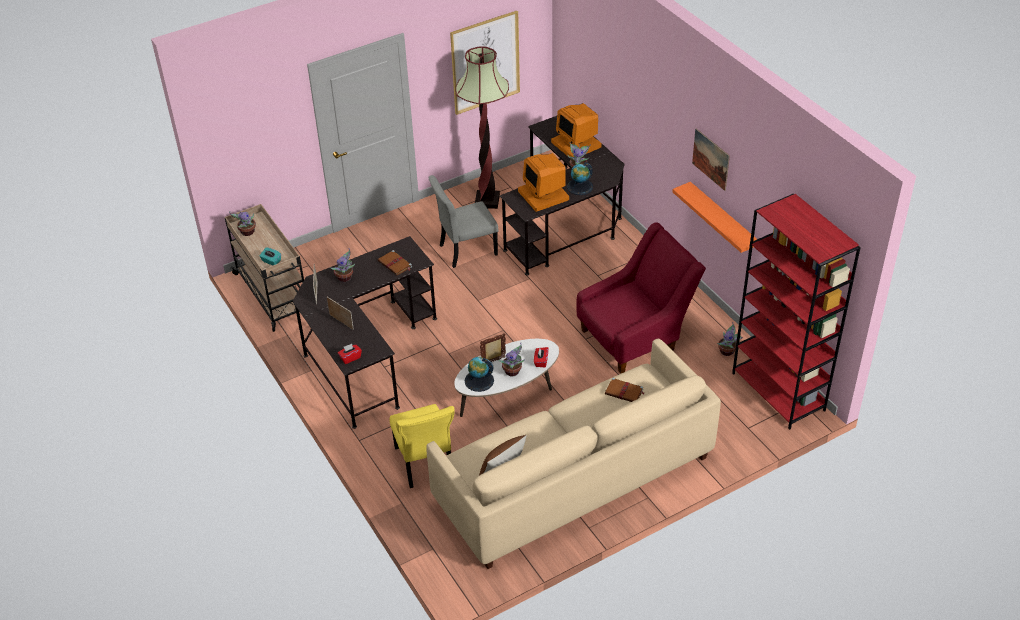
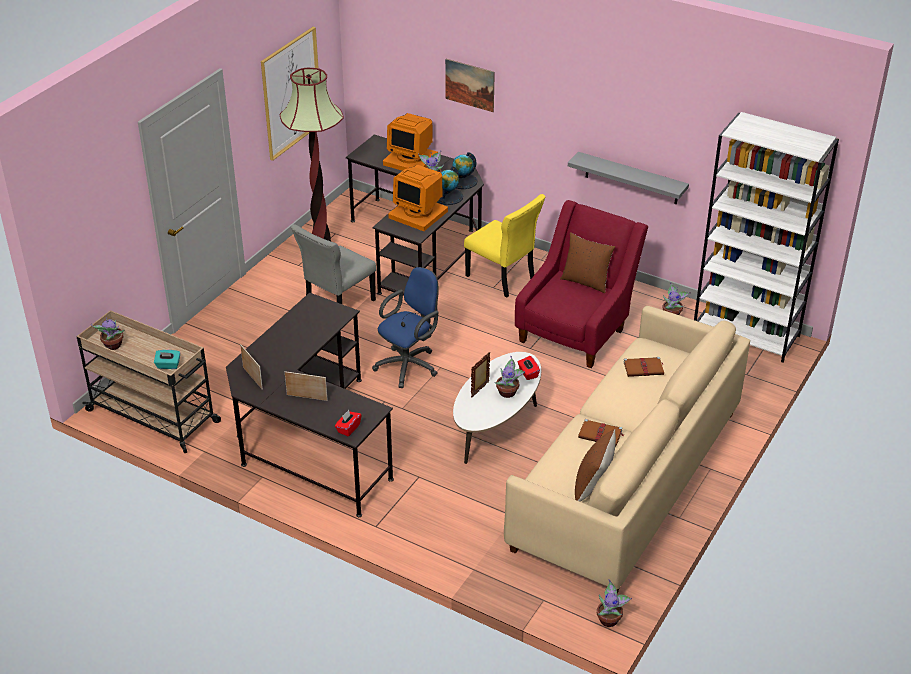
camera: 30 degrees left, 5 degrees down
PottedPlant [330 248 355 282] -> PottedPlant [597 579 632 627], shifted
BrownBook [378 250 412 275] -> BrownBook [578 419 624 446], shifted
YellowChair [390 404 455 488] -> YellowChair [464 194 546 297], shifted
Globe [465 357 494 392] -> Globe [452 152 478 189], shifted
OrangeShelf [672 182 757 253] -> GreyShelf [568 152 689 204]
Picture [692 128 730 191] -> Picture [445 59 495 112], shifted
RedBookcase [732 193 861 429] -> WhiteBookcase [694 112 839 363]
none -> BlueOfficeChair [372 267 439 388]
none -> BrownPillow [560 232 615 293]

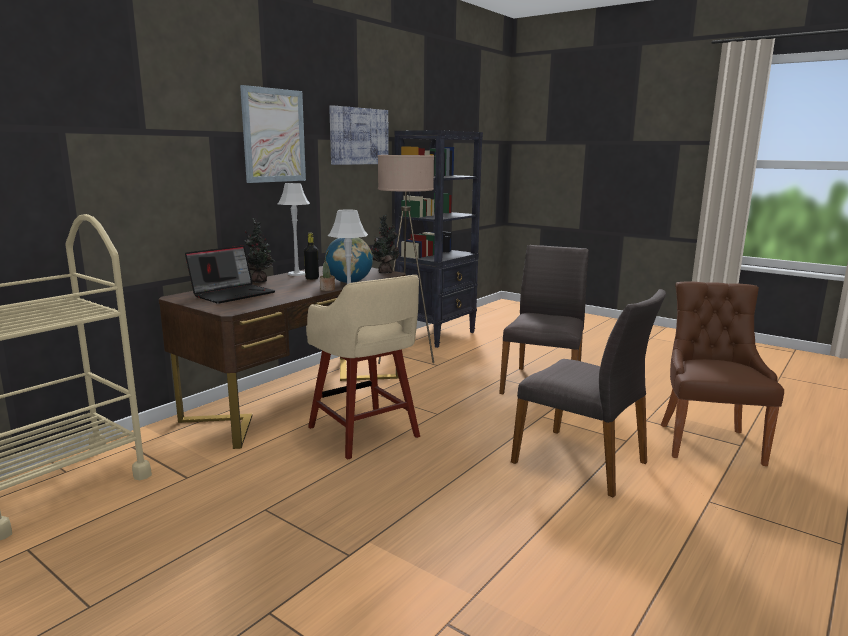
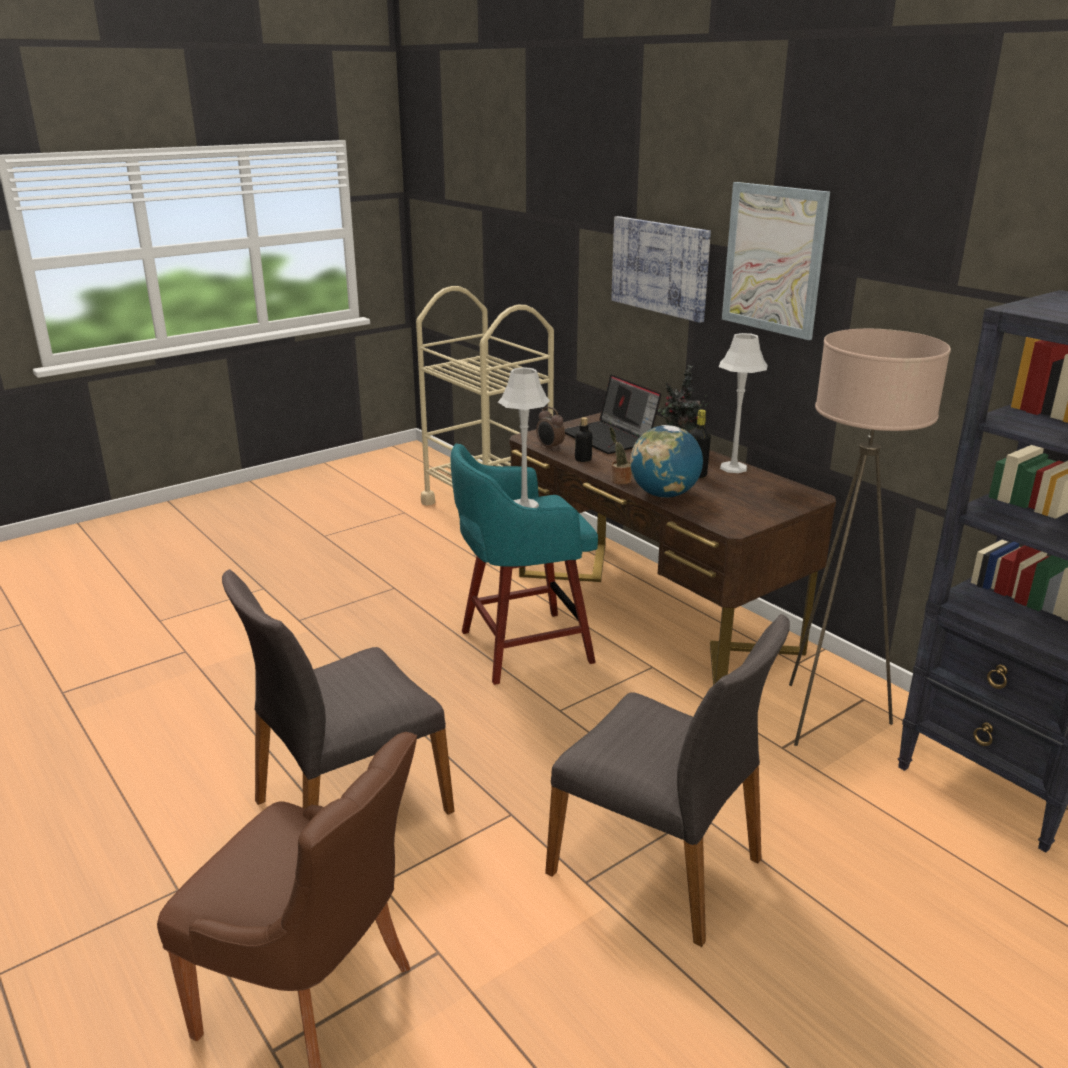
camera: 105 degrees right, 10 degrees up
BeigeStool [306 275 420 460] -> TurquoiseStool [451 443 598 685]
Picture [329 105 389 165] -> Picture [611 216 711 323], shifted
PottedPlant [369 215 400 273] -> none
none -> AlarmClock [536 407 565 451]
none -> Bottle [575 417 593 462]

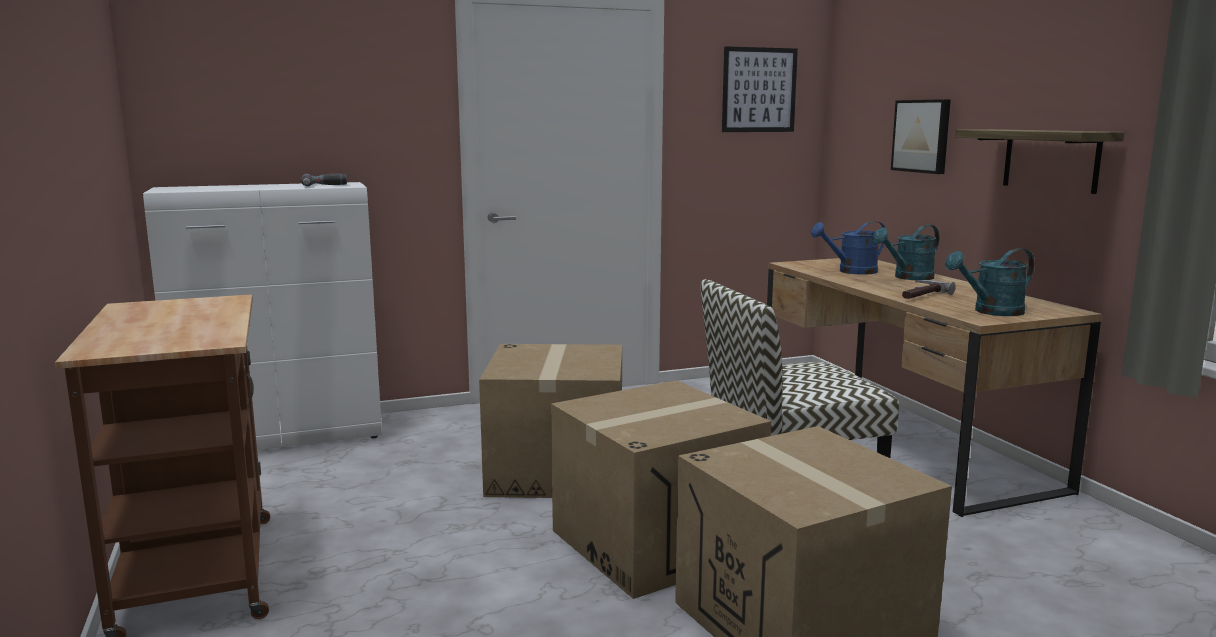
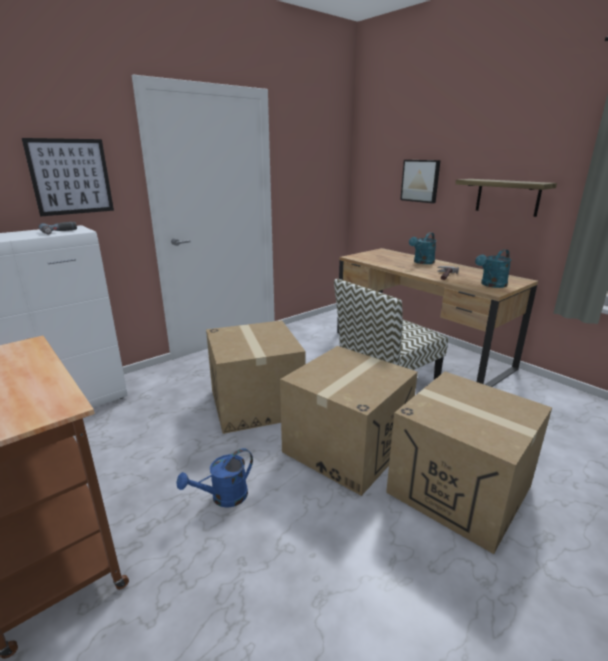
camera: 20 degrees left, 10 degrees up
Picture [722 46 798 132] -> Picture [22 138 114 216], shifted
BlueWateringCan [811 221 885 275] -> BlueWateringCan [176 448 253 508], shifted

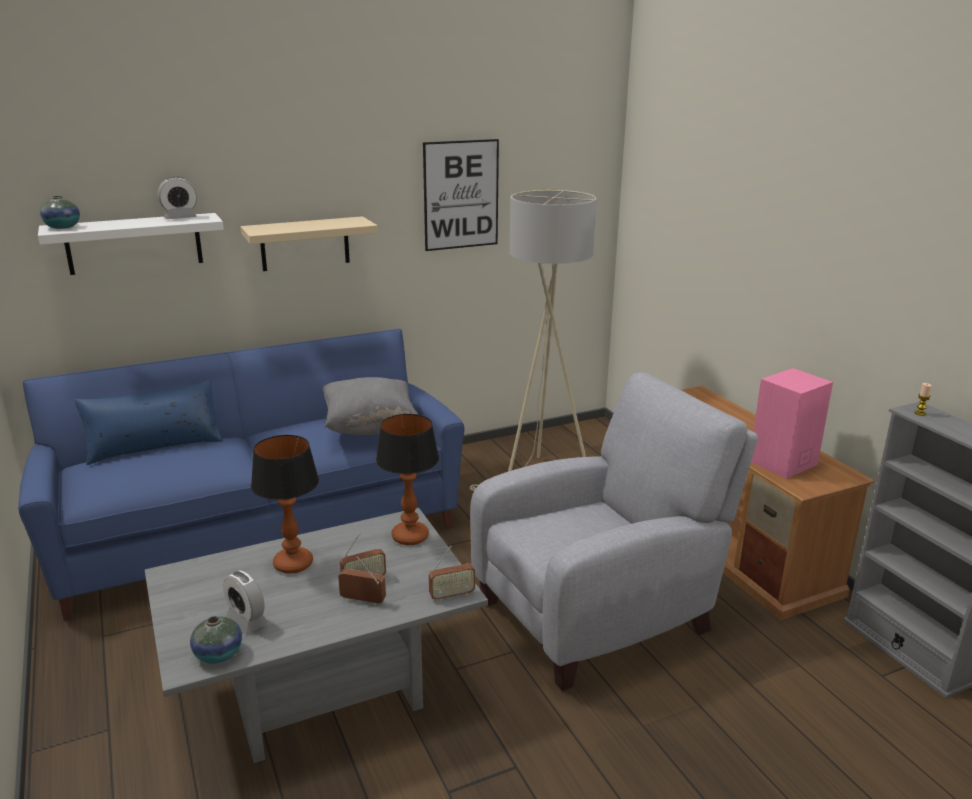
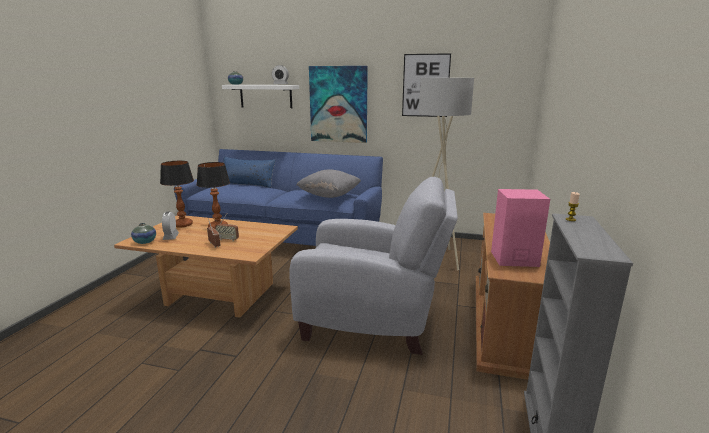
camera: 40 degrees right, 5 degrees down
GreyCoffeeTable [145 508 488 763] -> BrownCoffeeTable [114 216 298 318]
BeigeShelf [240 216 378 271] -> Picture [309 66 368 143]
TableLamp [376 414 439 545] -> TableLamp [160 161 194 228], shifted
Radio [429 546 475 601] -> none

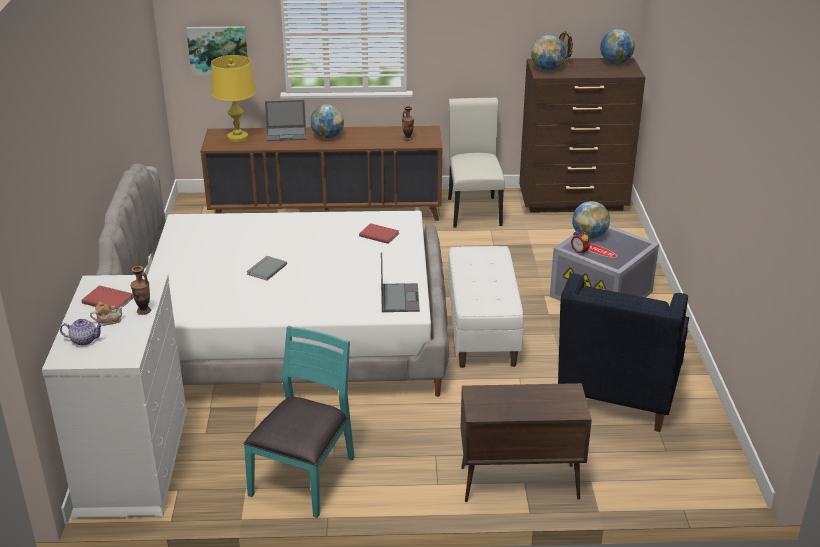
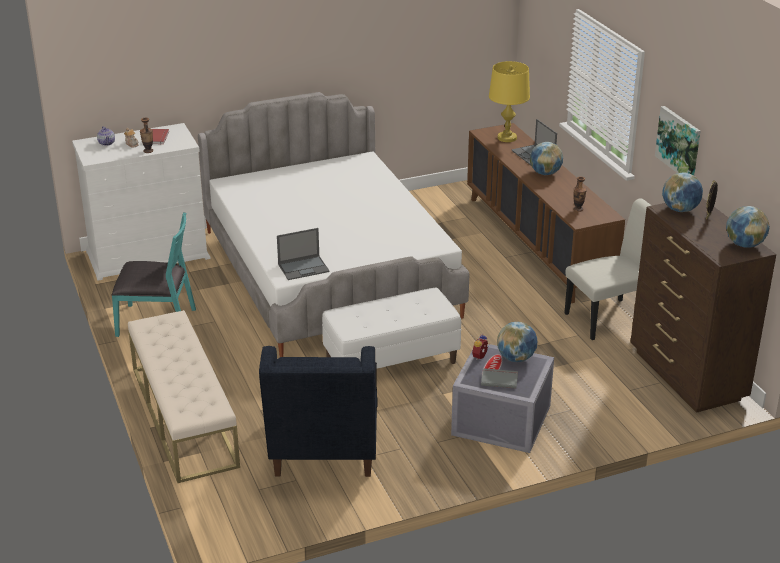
camera: 70 degrees right, 0 degrees up
Picture [186 26 248 76] -> Picture [655 106 700 175], shifted
GreyBook [246 256 287 281] -> GreyBook [481 368 518 388], shifted
RedBook [359 223 399 244] -> none
BrownCabinet [460 383 592 502] -> BeigeBench [128 310 240 483]
BlueArmchair [558 274 689 432] -> BlueArmchair [259 346 378 477], 90 degrees counterclockwise

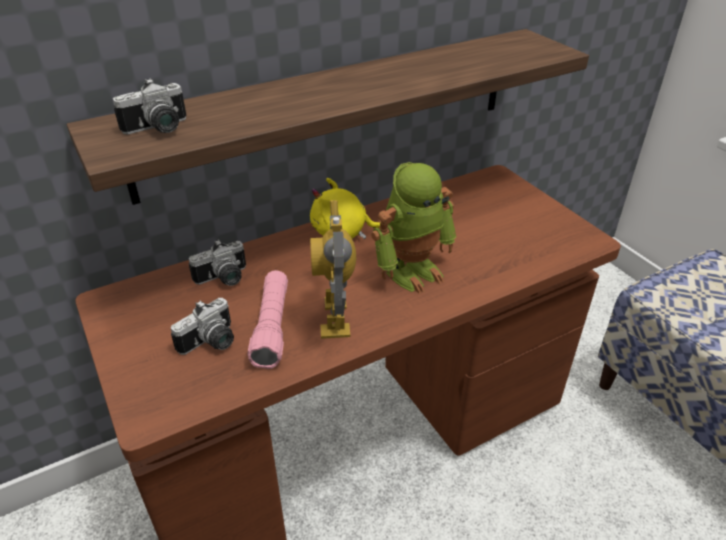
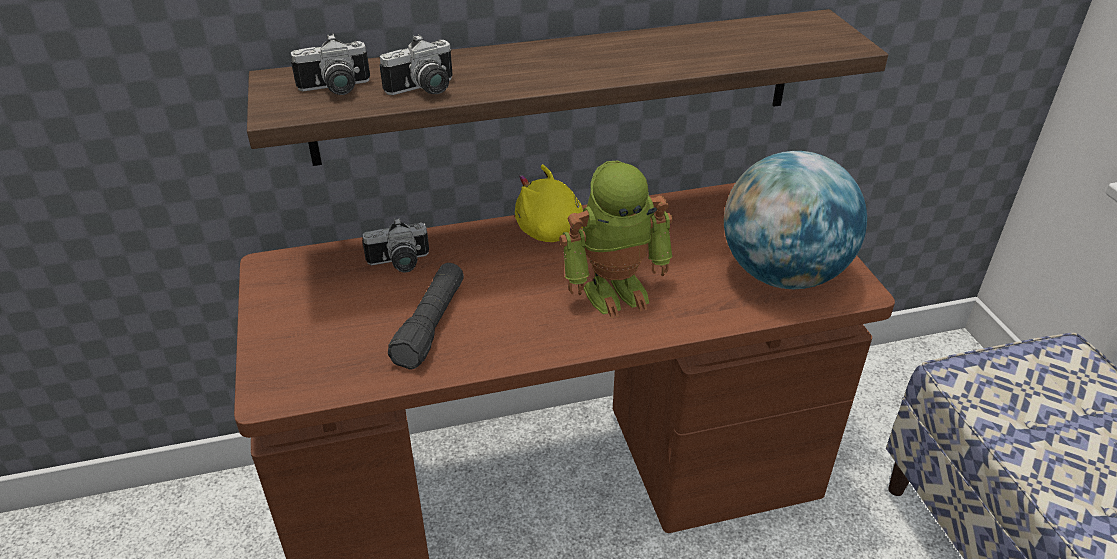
camera: 15 degrees right, 0 degrees up
PhotoCamera [171 298 234 355] -> PhotoCamera [380 34 453 95], shifted
PinkFlashlight [247 270 288 369] -> BlackFlashlight [388 263 464 370]
ToyRobot [310 200 356 339] -> none
none -> Globe [724 151 867 289]

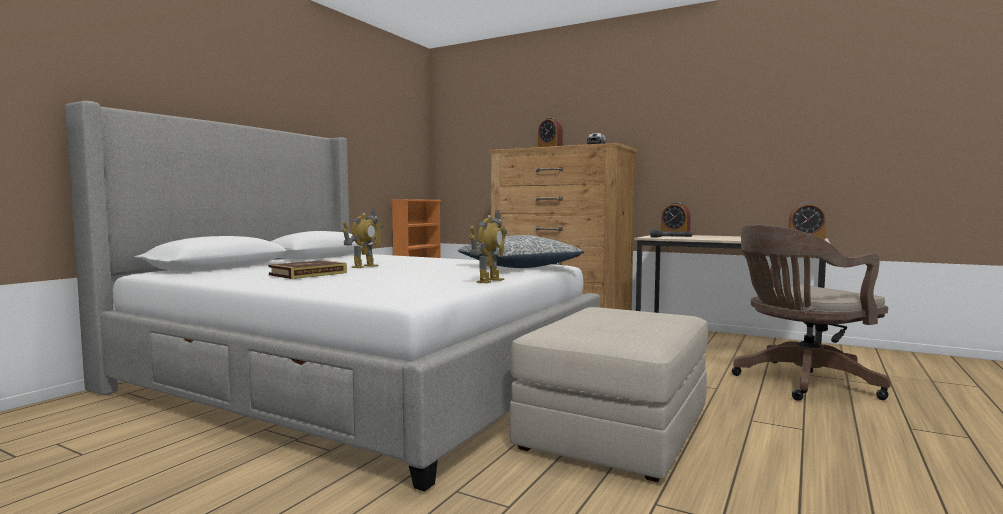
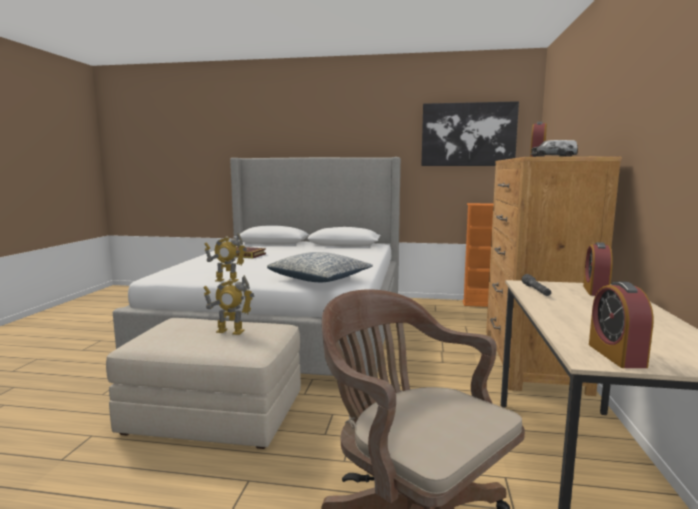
camera: 70 degrees right, 5 degrees up
ToyRobot [342 209 383 268] -> ToyRobot [203 275 254 335], shifted
none -> Picture [421 101 519 166]

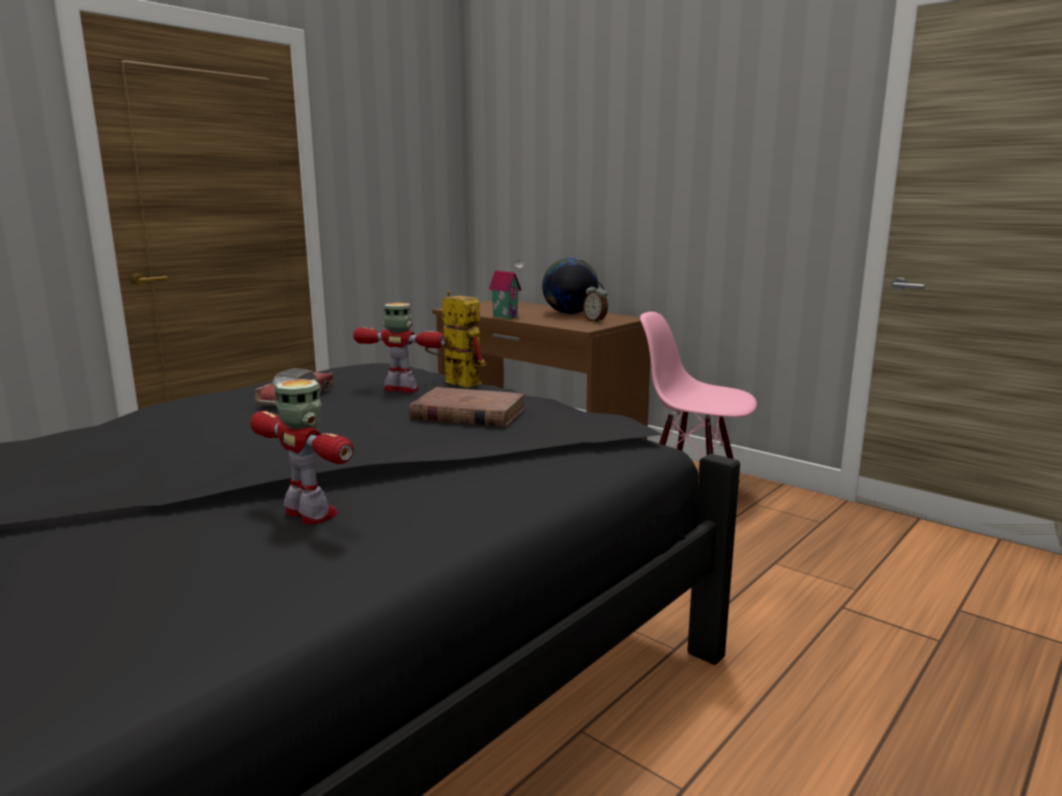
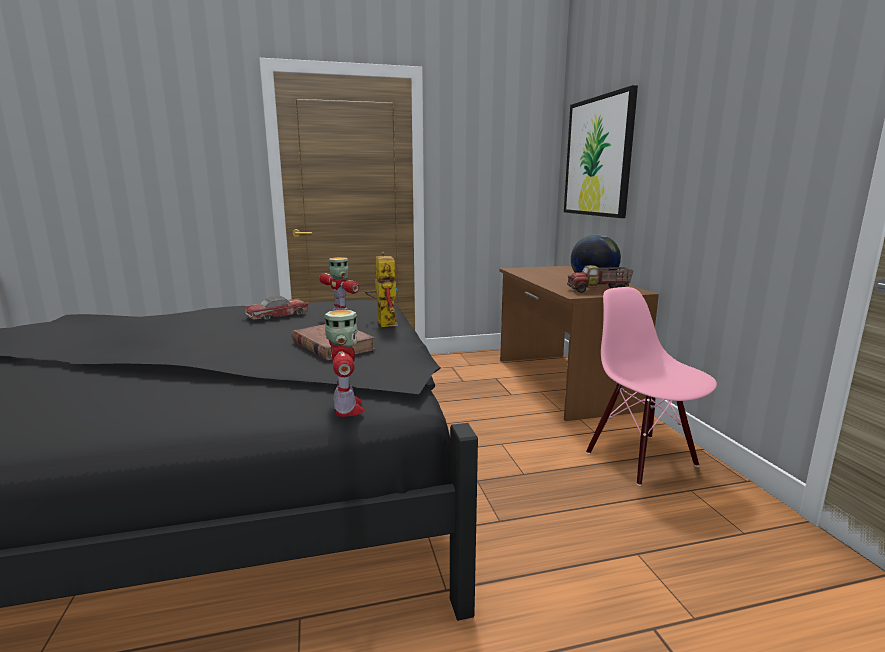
camera: 35 degrees right, 0 degrees up
ToyRobot [250 379 354 524] -> ToyRobot [324 310 365 417], shifted
ToyHouse [489 259 523 319] -> none
AlarmClock [583 282 608 323] -> ToyTruck [567 265 633 293]
none -> Picture [564 85 638 218]

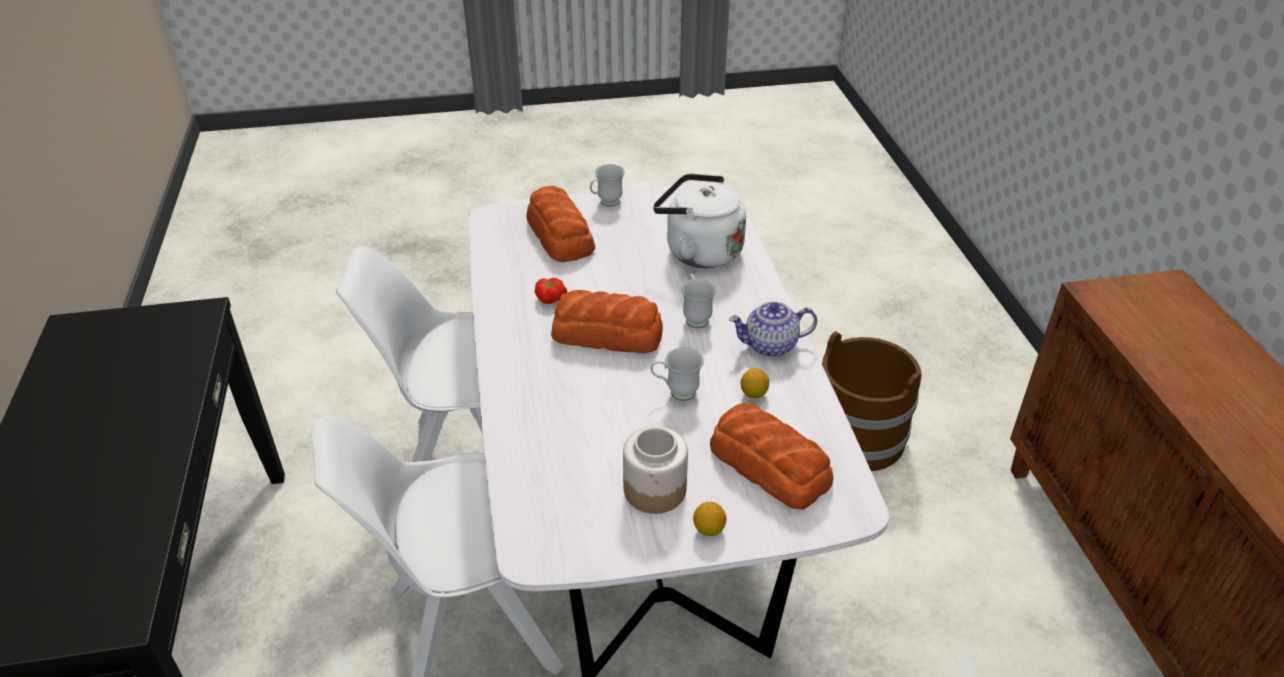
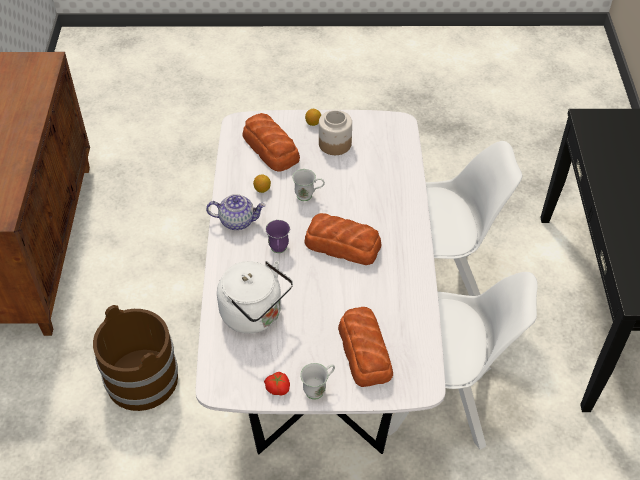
camera: 170 degrees left, 10 degrees up
Tomato [535 278 567 304] -> Tomato [264 372 290 396], shifted
WhiteMug [681 274 716 328] -> PurpleMug [266 220 290 253]

